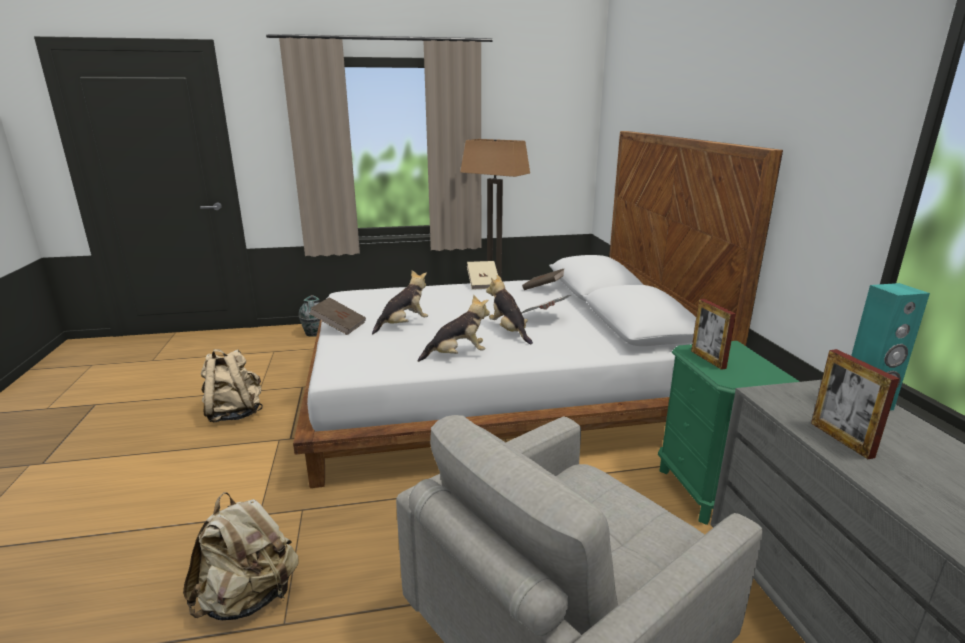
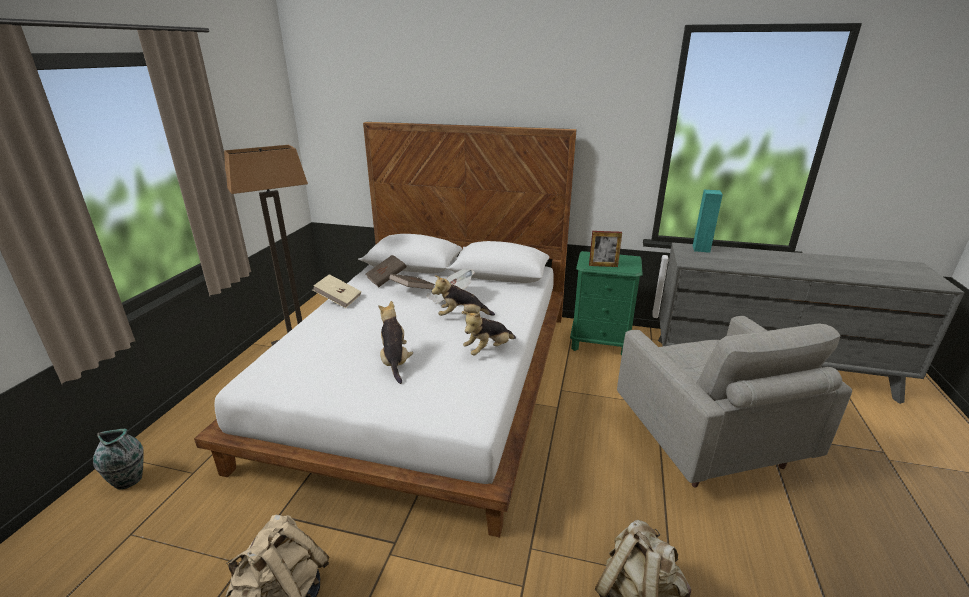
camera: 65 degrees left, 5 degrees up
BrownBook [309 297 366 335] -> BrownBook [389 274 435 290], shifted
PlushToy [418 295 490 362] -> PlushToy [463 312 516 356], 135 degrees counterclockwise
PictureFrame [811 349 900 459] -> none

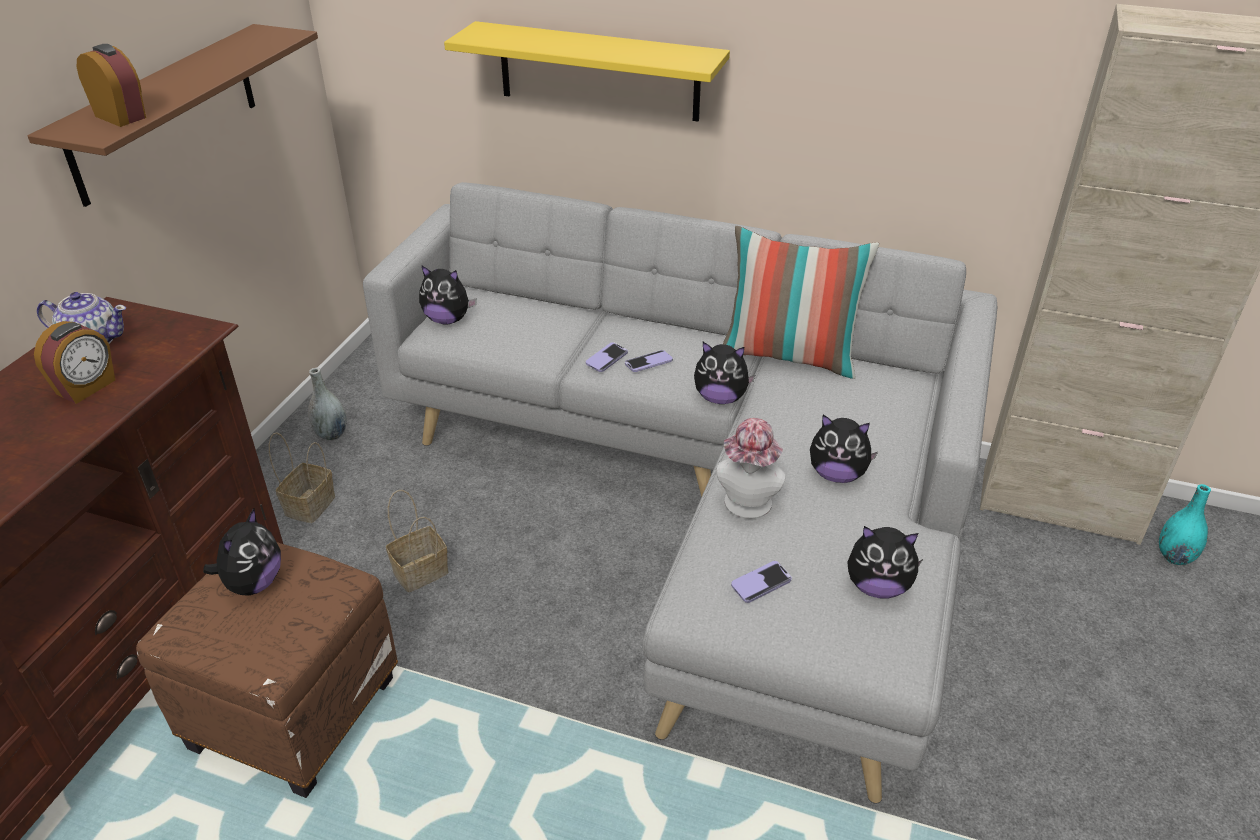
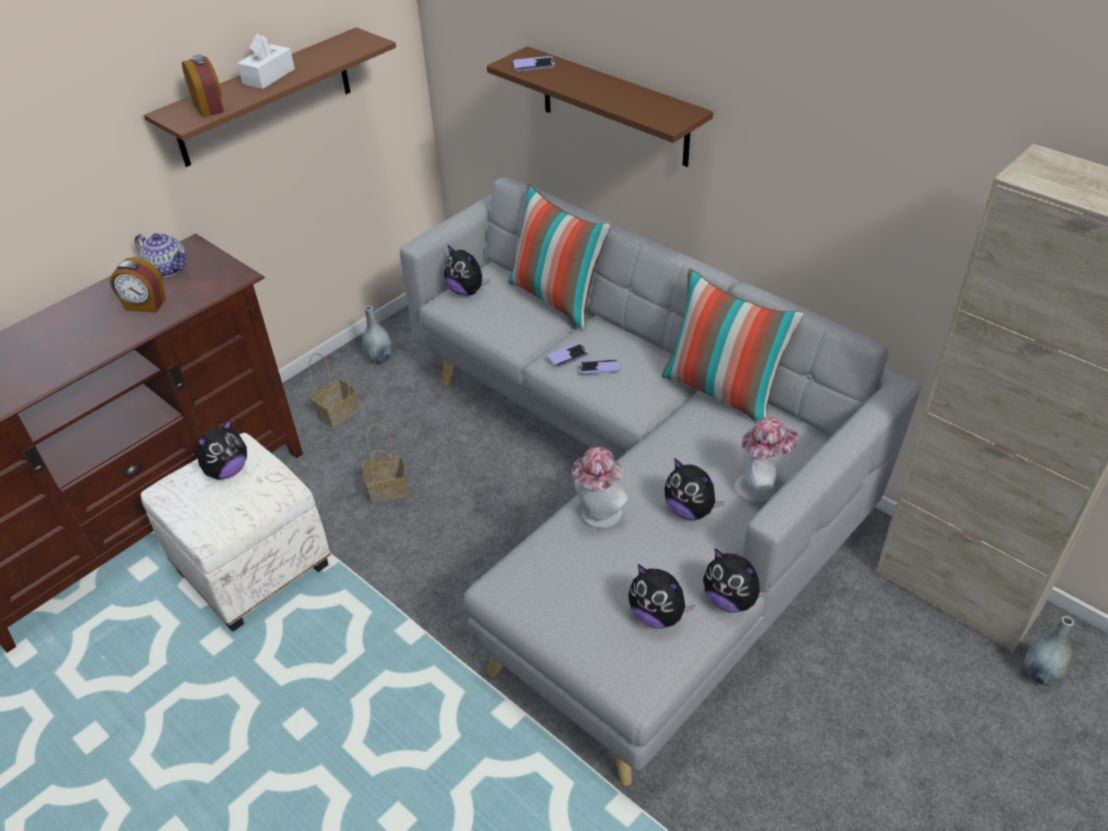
camera: 25 degrees right, 5 degrees up
AlarmClock [34 321 115 404] -> AlarmClock [110 257 166 313], 45 degrees clockwise
BrownOttoman [136 542 398 798] -> WhiteOttoman [141 433 330 632]
YellowShelf [444 21 730 122] -> BrownShelf [487 46 713 167]
PlushToy [694 342 755 404] -> PlushToy [703 548 770 613], shifted
Phone [731 561 792 603] -> Phone [513 56 555 71], shifted
TurquoiseVase [1159 484 1211 565] -> GreyVase [1025 616 1074 686]
none -> WhiteTissueBox [237 34 295 89]
none -> Pillow [508 184 611 329]
none -> Hat [734 417 798 503]

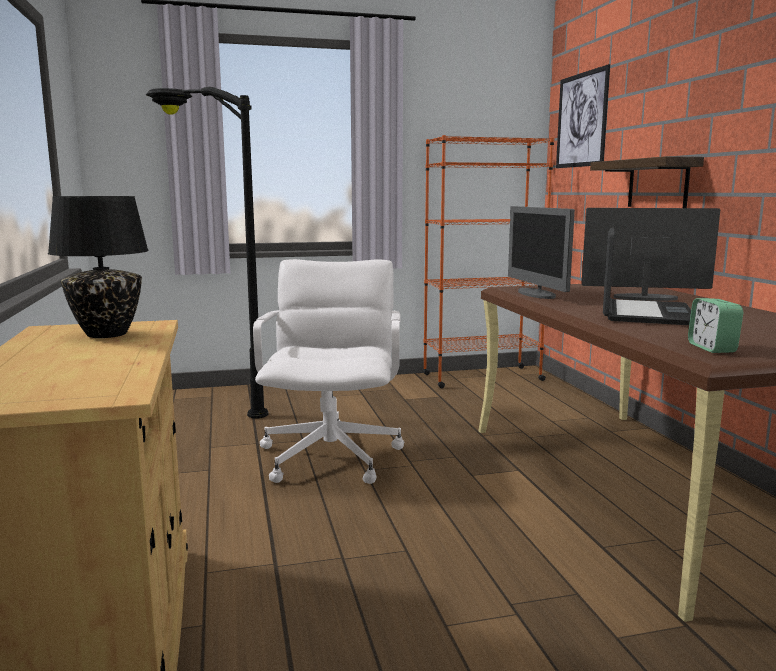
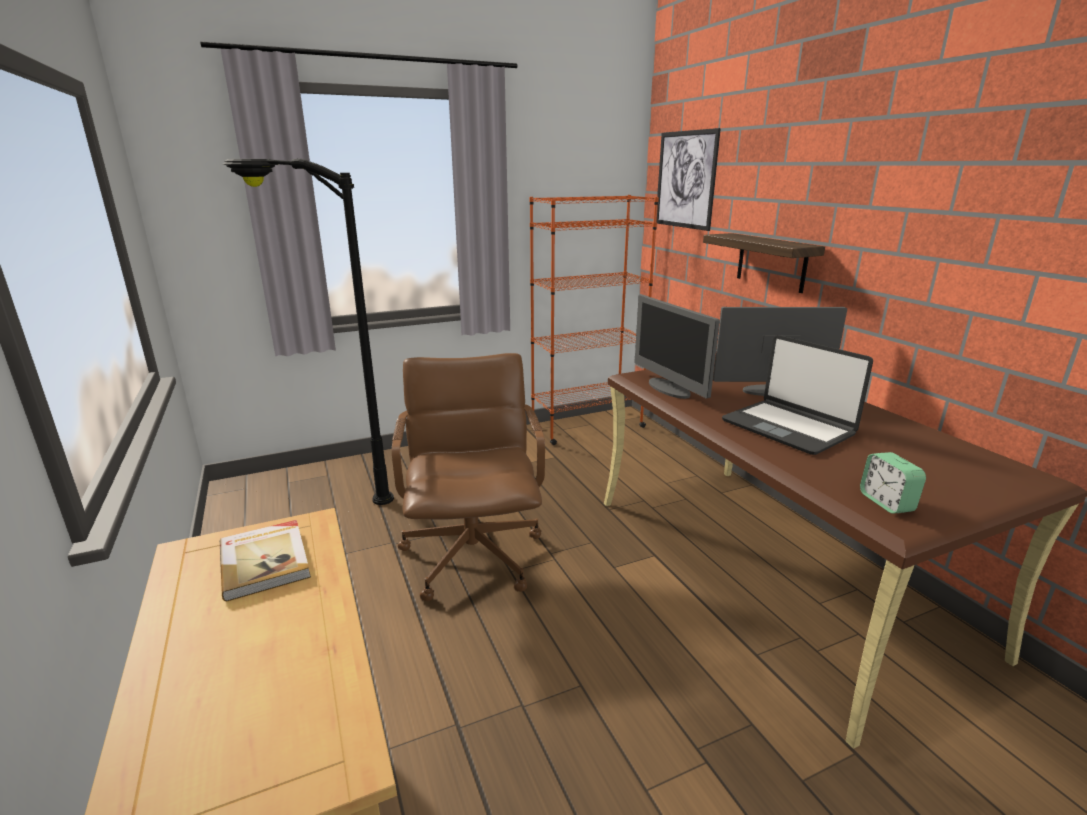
camera: 10 degrees left, 10 degrees up
BlackTableLamp [48 196 149 338] -> Book [220 520 311 602]
WhiteOfficeChair [253 259 404 484] -> BrownOfficeChair [392 353 545 601]
Laptop [603 227 691 325] -> Laptop [722 335 873 455], 135 degrees clockwise

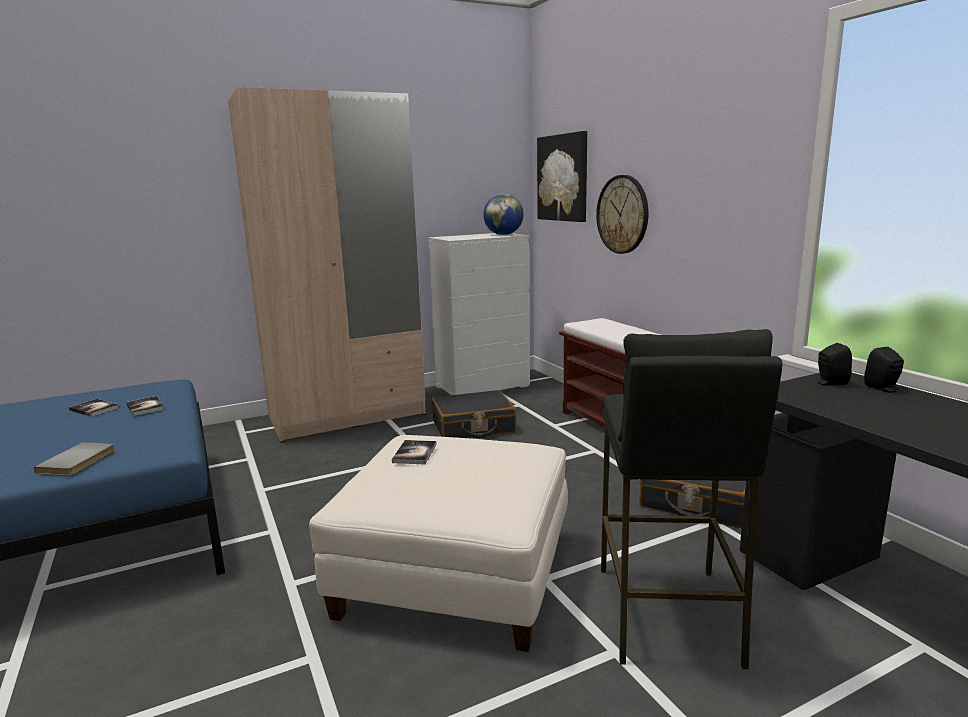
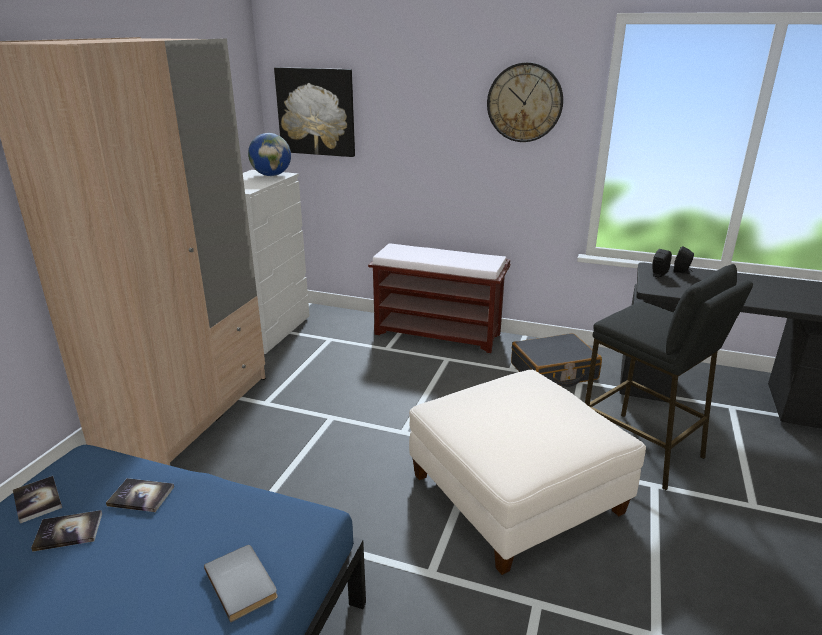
camera: 45 degrees left, 10 degrees up
Book [392 440 437 465] -> Book [13 476 62 523], shifted
BlackSuitcase [431 390 516 438] -> none
WallClock [596 175 649 254] -> WallClock [487 62 563 142], shifted

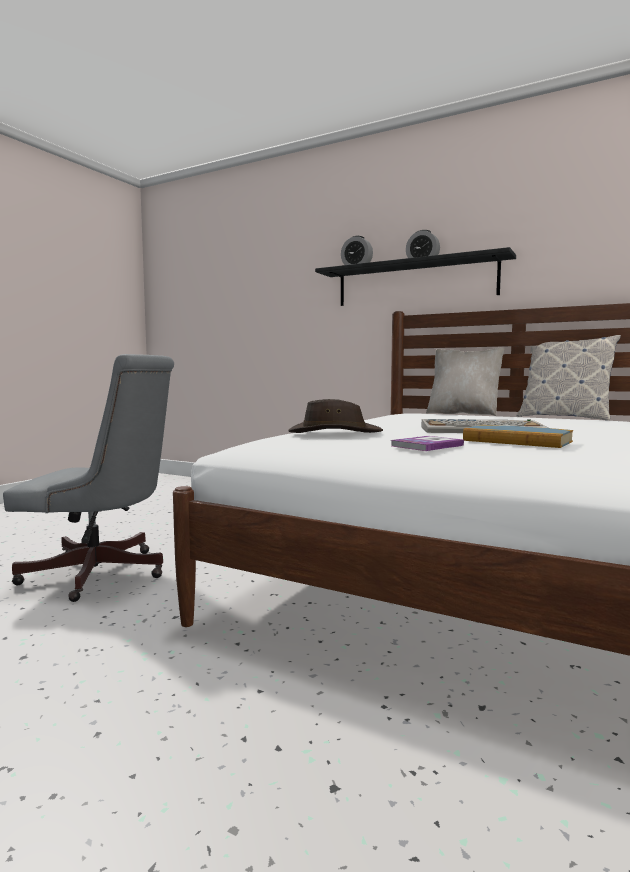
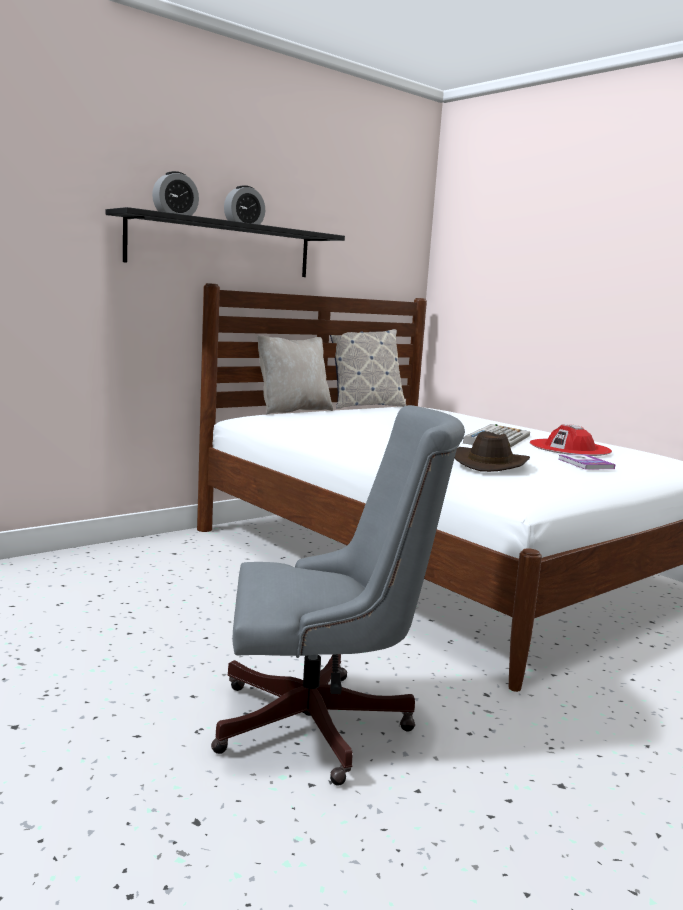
camera: 70 degrees left, 5 degrees up
GreyOfficeChair [3 354 174 602] -> GreyOfficeChair [211 405 465 786], 60 degrees clockwise
Book [463 425 573 448] -> RedHat [530 424 612 456]

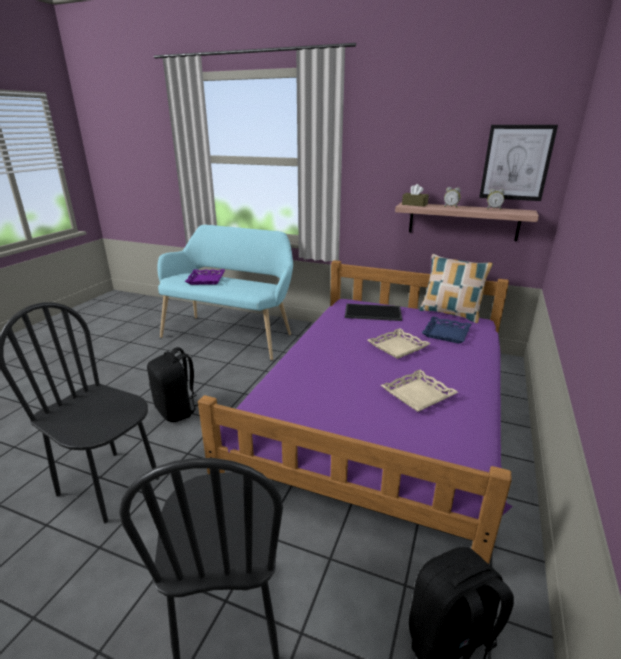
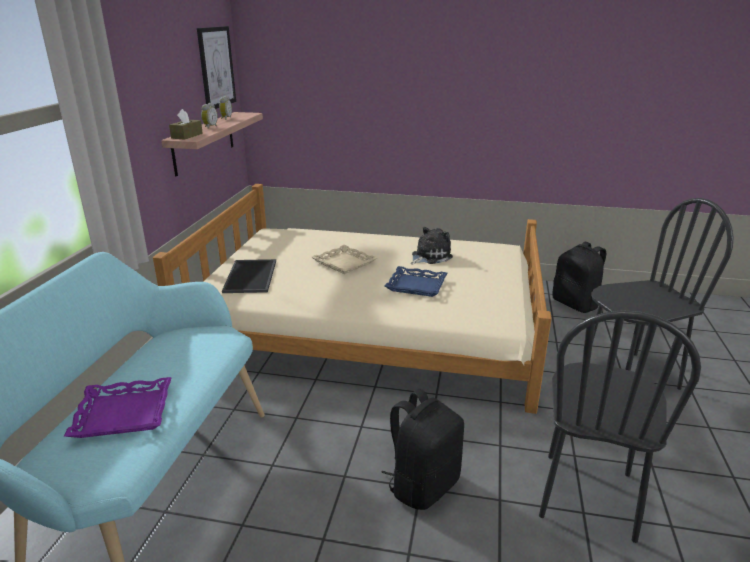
camera: 100 degrees left, 0 degrees up
PurpleBed [198 260 513 564] -> BeigeBed [153 184 552 414]
BeigeTray [381 370 458 412] -> PlushToy [410 227 453 265]
Pillow [419 254 493 323] -> none
BlueTray [422 317 471 344] -> BlueTray [385 266 448 297], shifted

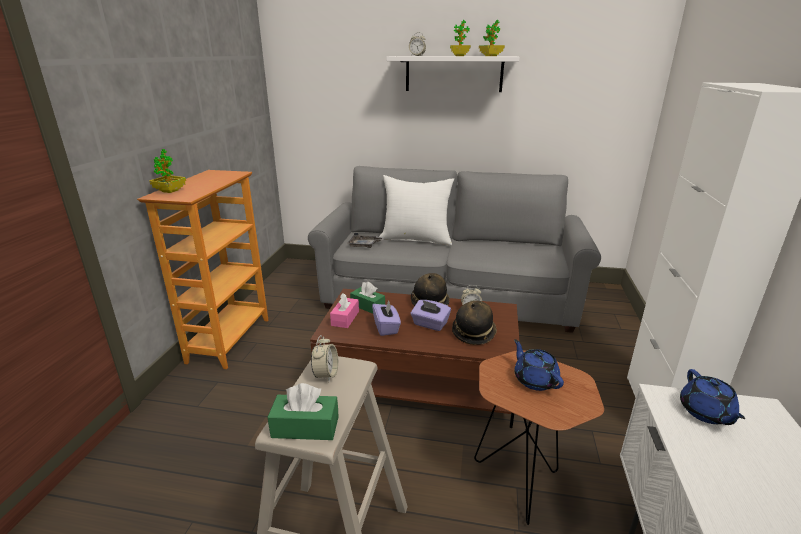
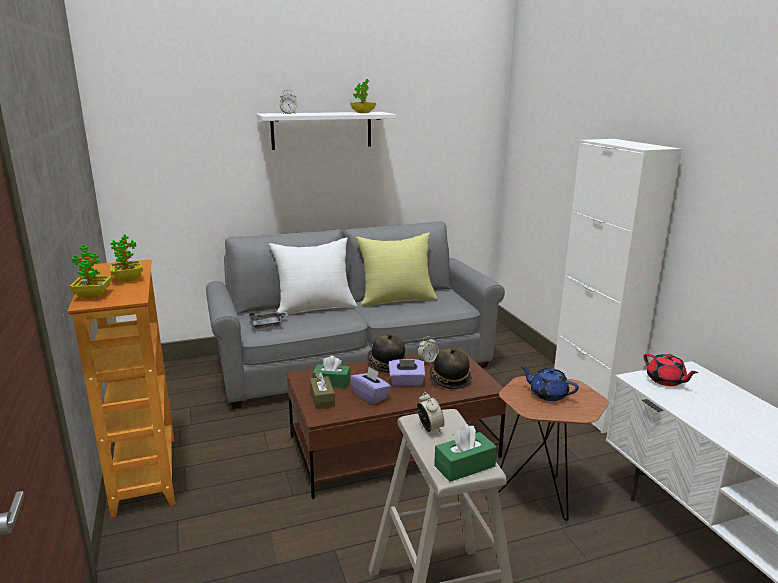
camera: 30 degrees left, 5 degrees down
PinkTissueBox [330 293 359 328] -> BrownTissueBox [310 372 335 410]
PottedPlant [450 20 471 56] -> PottedPlant [109 234 143 282], shifted
BlueTeapot [680 369 745 425] -> RedTeapot [644 353 698 386]
none -> YellowPillow [356 233 438 306]

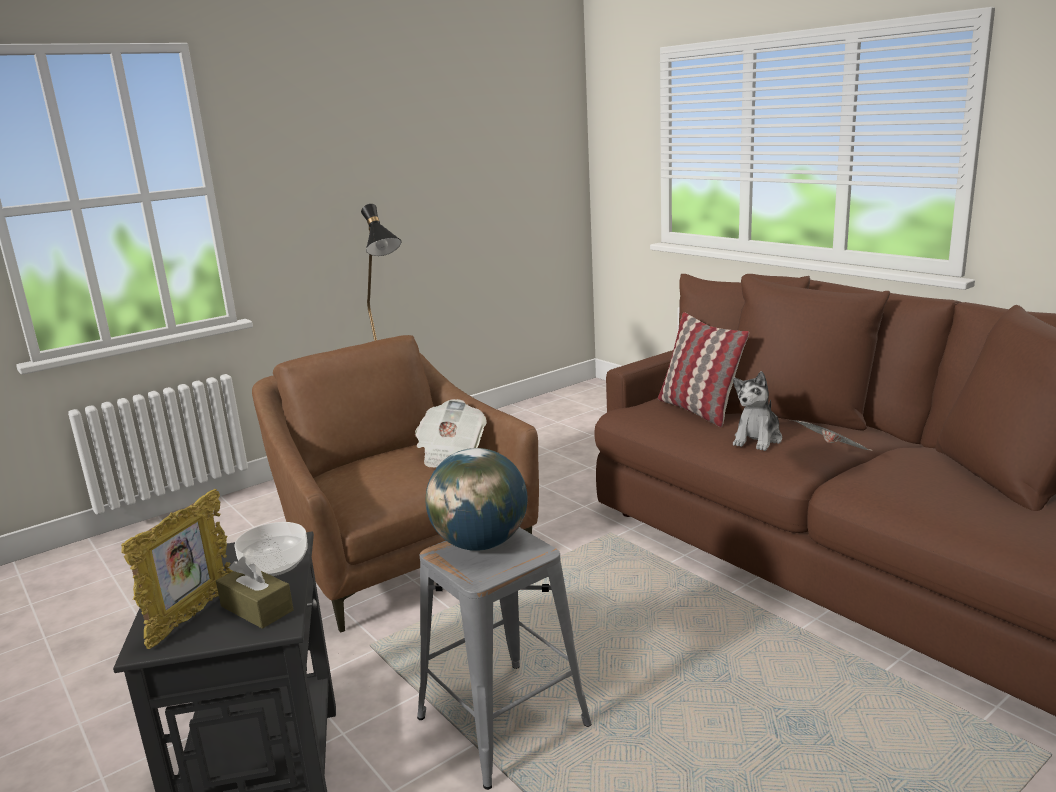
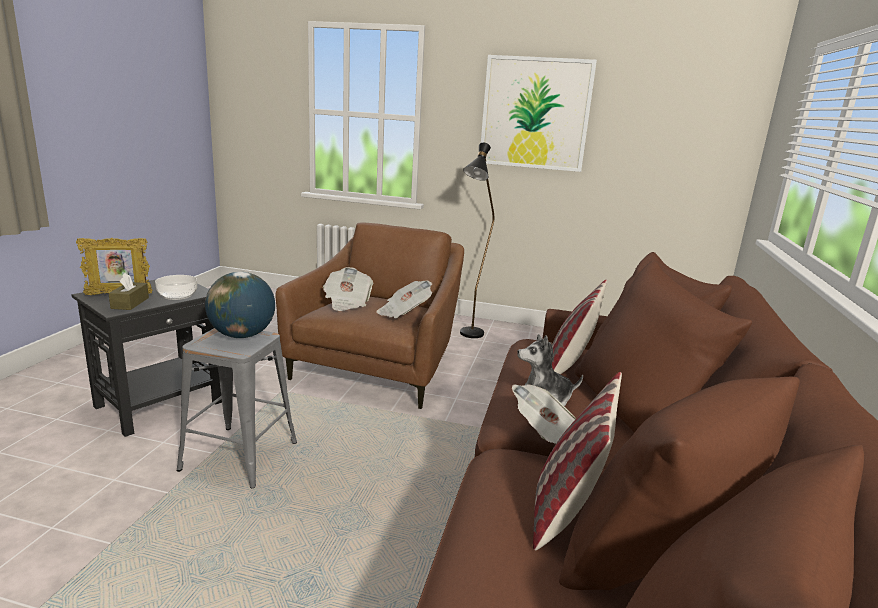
camera: 50 degrees right, 0 degrees up
none -> Newspaper [323 267 373 311]
none -> Picture [481 55 597 172]
none -> Pillow [533 372 622 550]

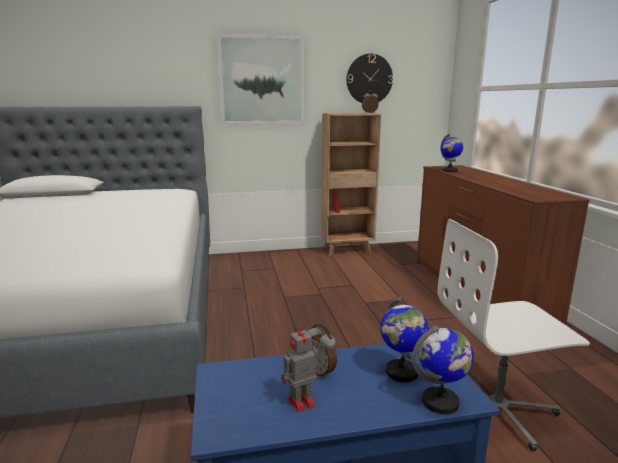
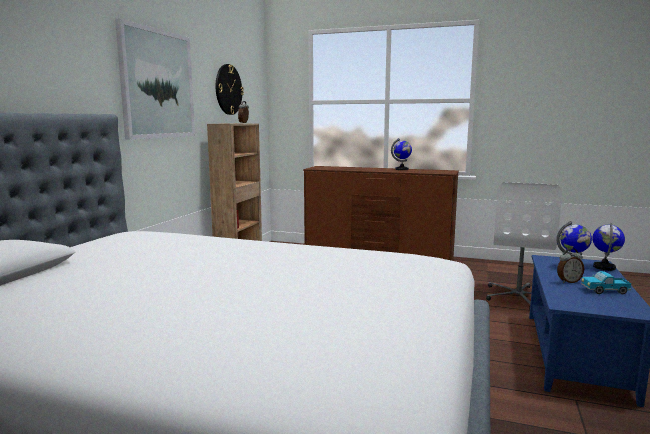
camera: 60 degrees left, 5 degrees down
ToyRobot [281 324 318 412] -> ToyTruck [581 271 631 294]
Globe [440 134 463 172] -> Globe [391 138 412 170], shifted

